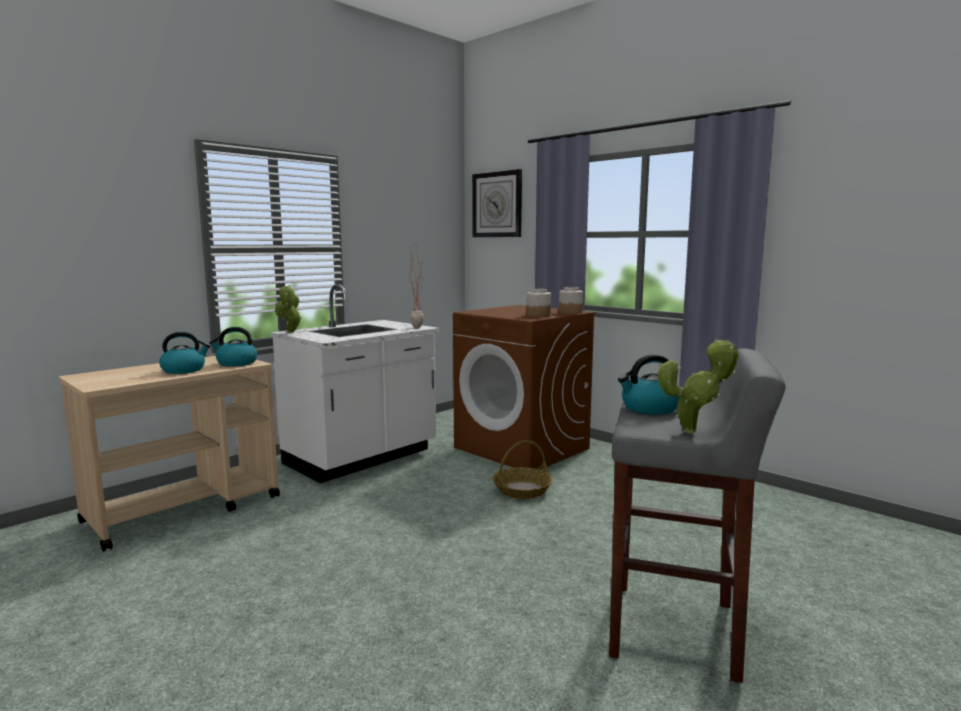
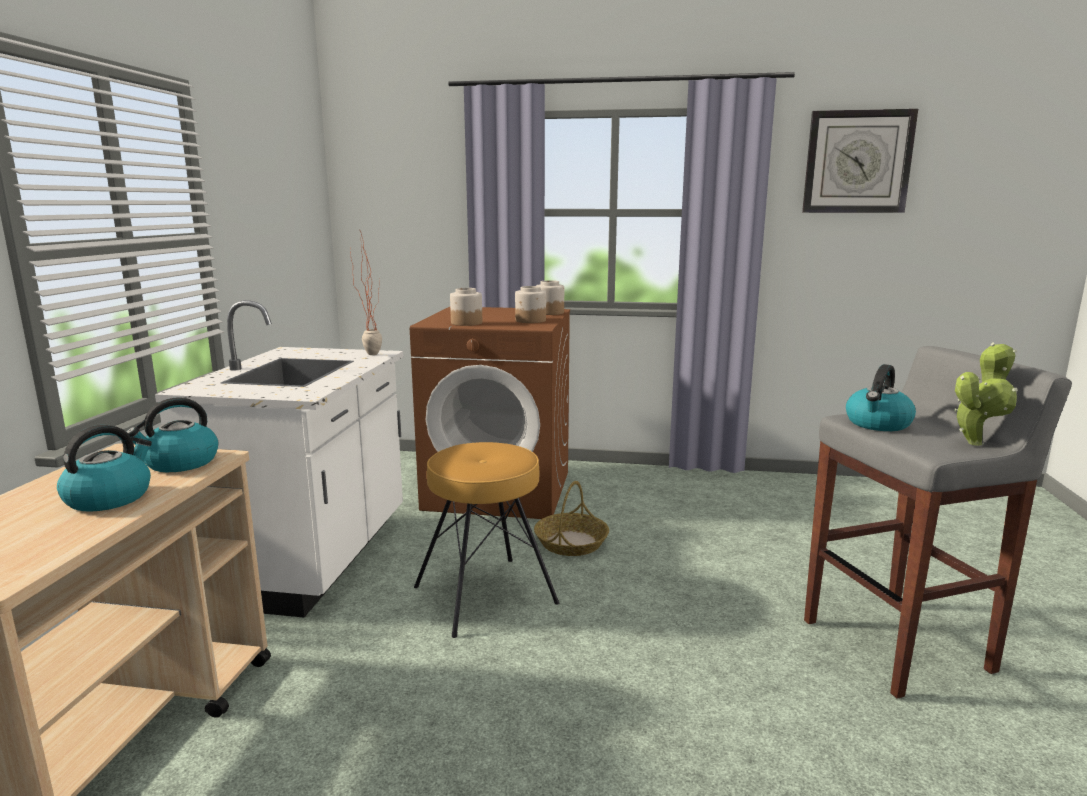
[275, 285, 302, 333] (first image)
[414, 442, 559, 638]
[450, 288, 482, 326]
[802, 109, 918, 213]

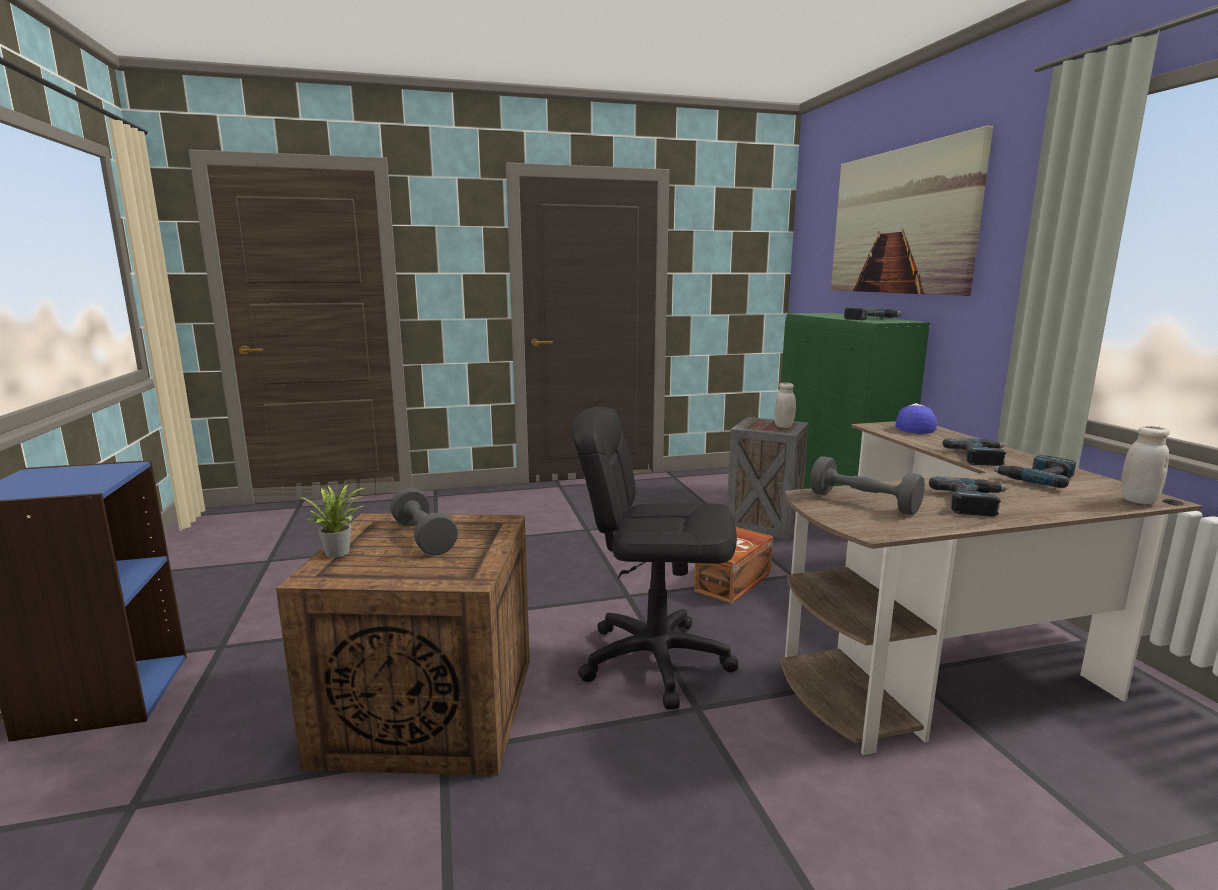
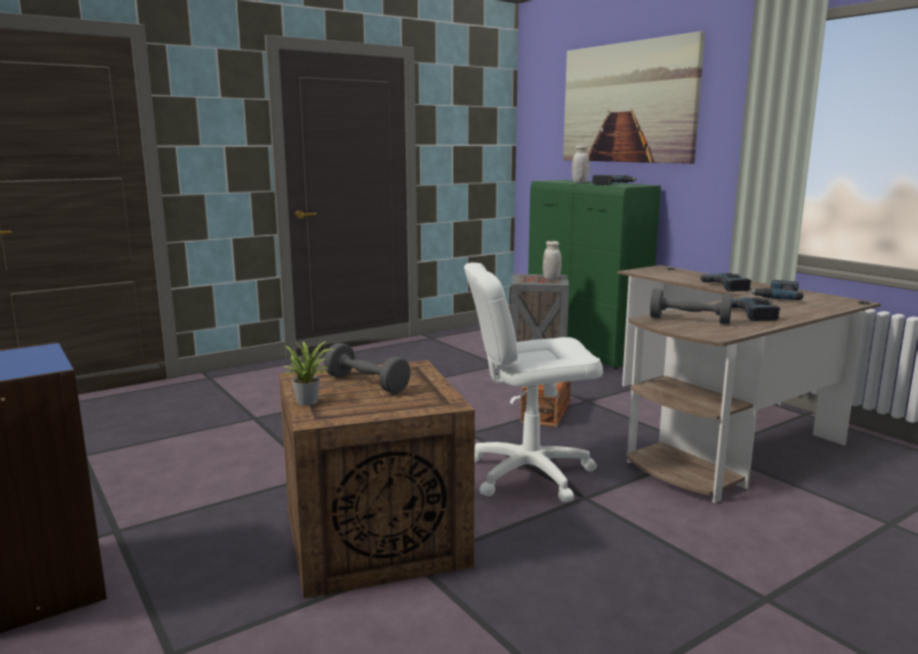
[896, 403, 937, 434] (first image)
[572, 145, 589, 183]
[464, 262, 603, 502]

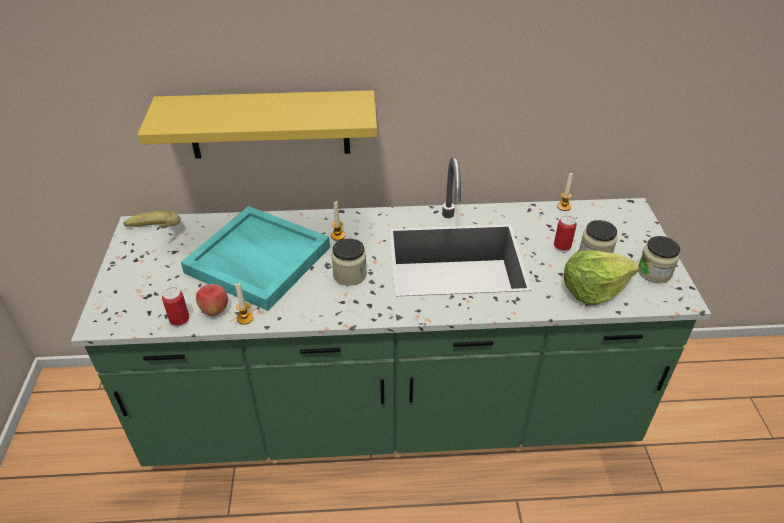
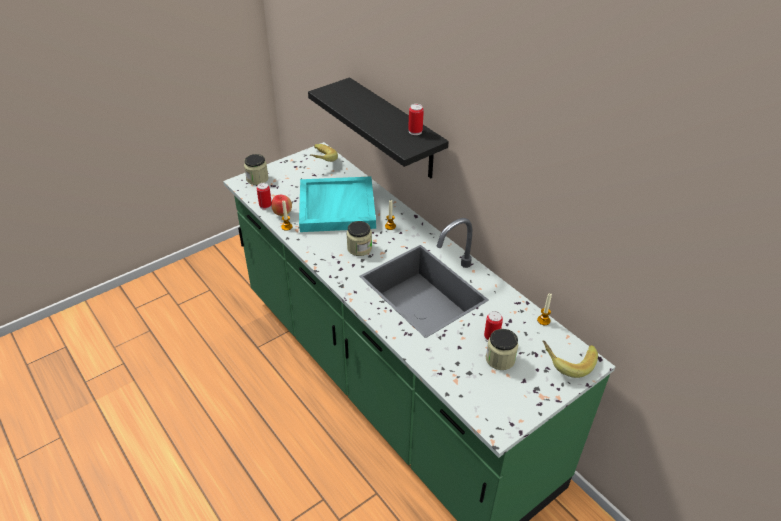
[564, 250, 639, 305] (first image)
[408, 104, 424, 135]
[542, 341, 598, 378]
[244, 154, 269, 185]
[308, 77, 449, 178]

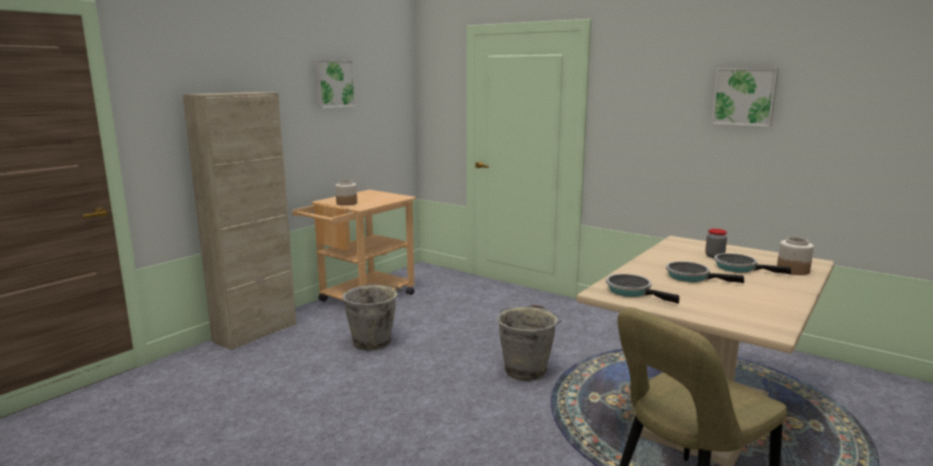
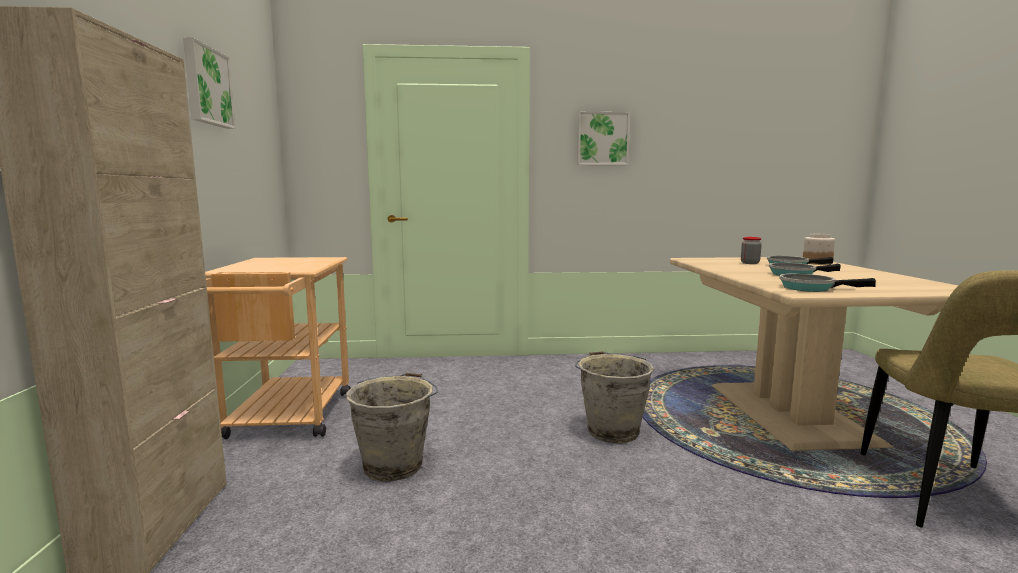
[335, 180, 357, 206] (first image)
[577, 112, 630, 165]

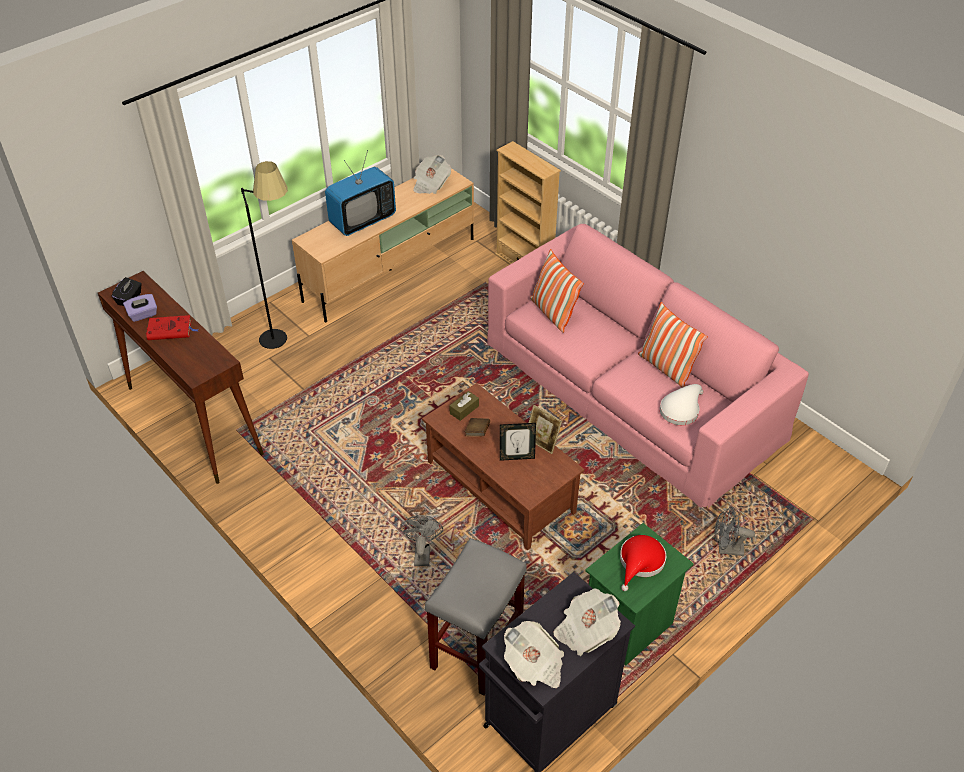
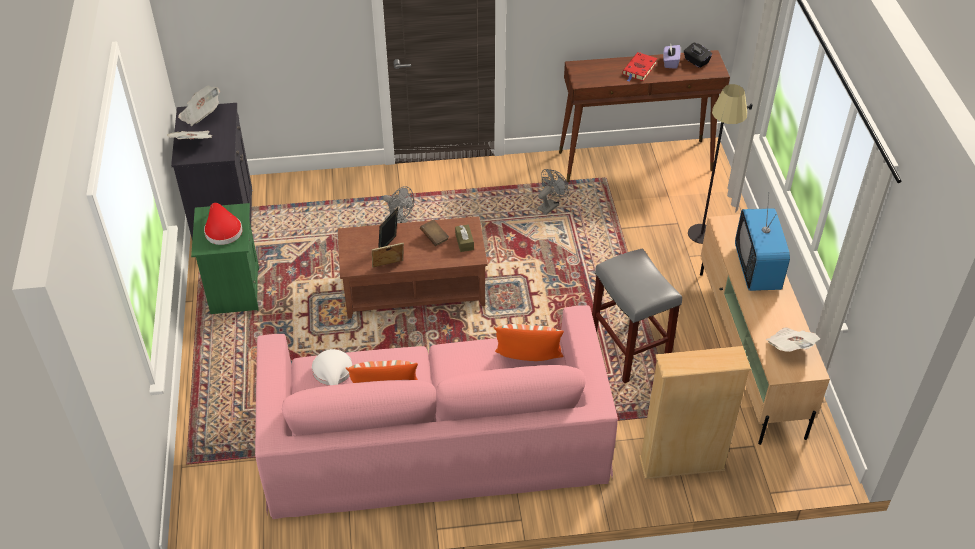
[592, 248, 682, 383]
[538, 169, 568, 215]

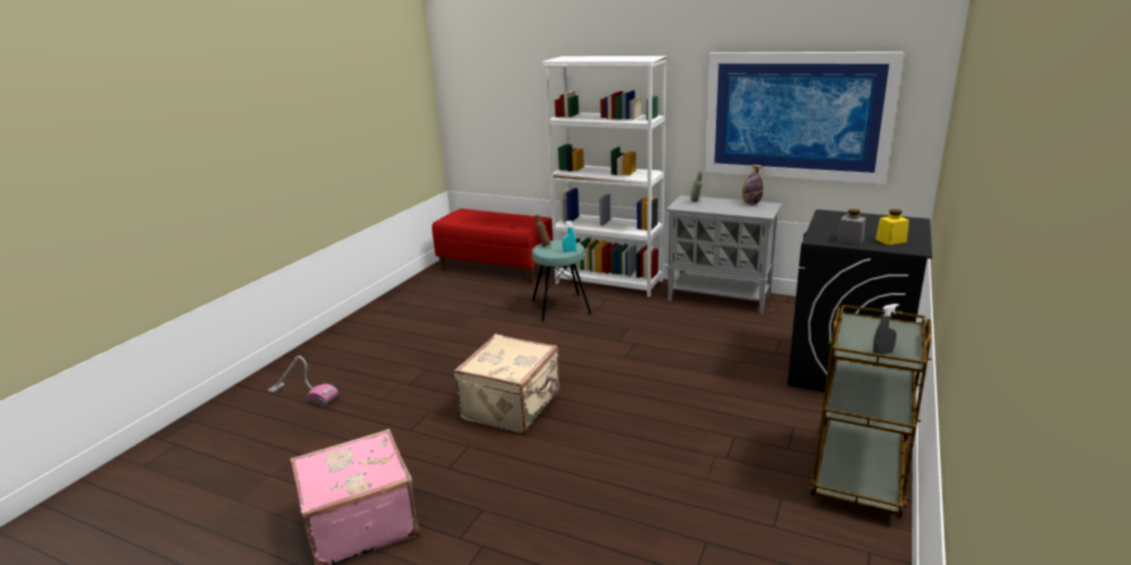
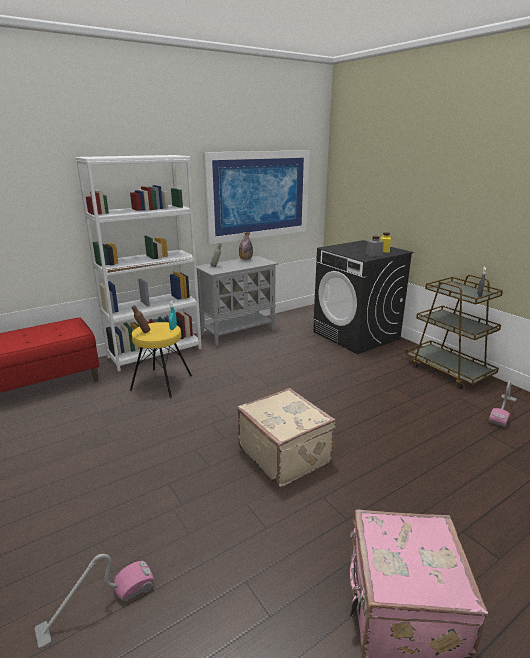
[489, 380, 517, 427]
[130, 322, 192, 398]

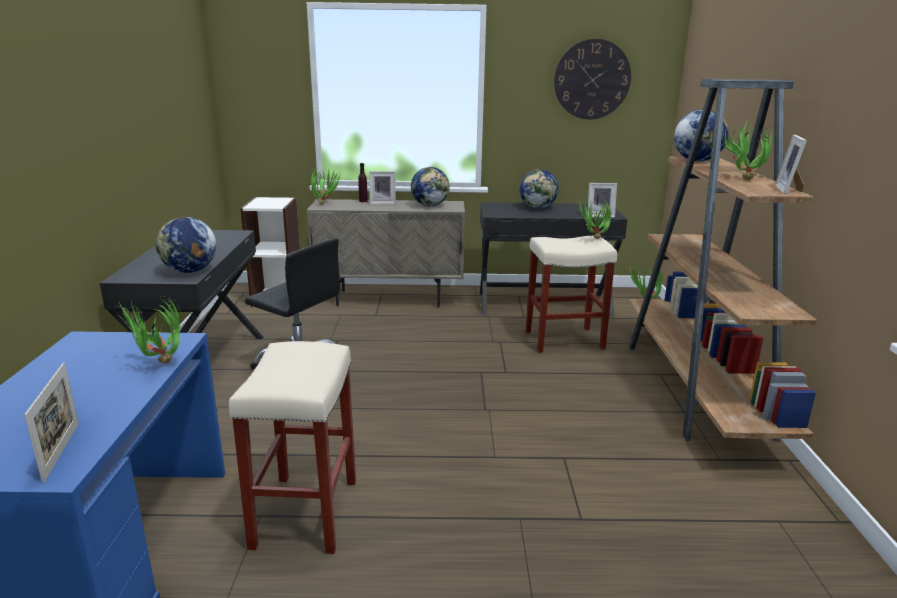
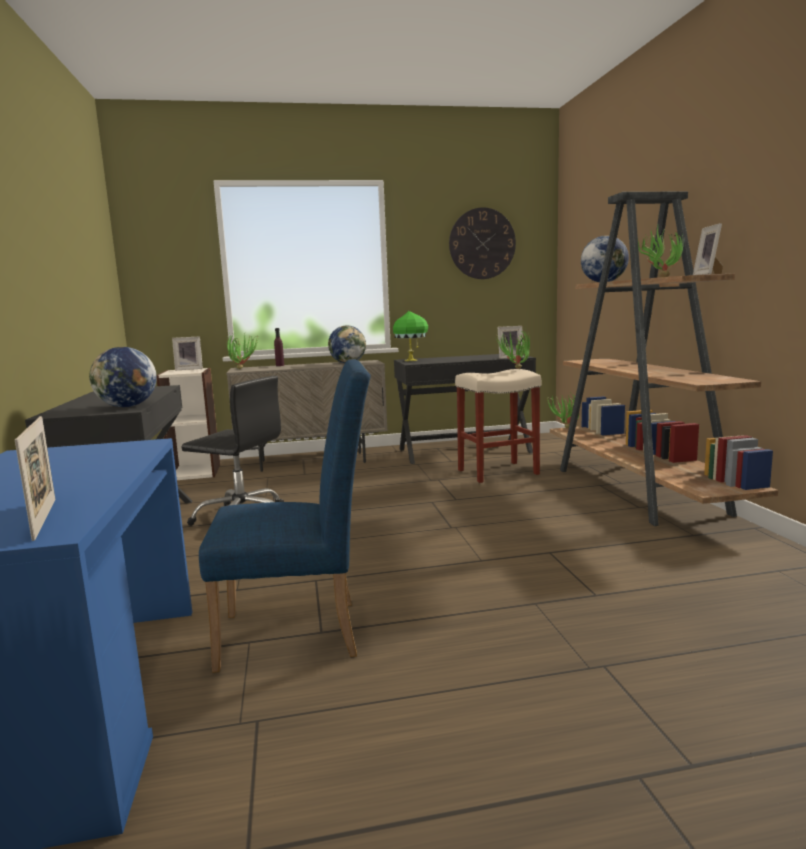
[115, 297, 181, 363] (first image)
[520, 169, 559, 209] (first image)
[393, 311, 428, 361]
[172, 336, 203, 370]
[199, 360, 371, 673]

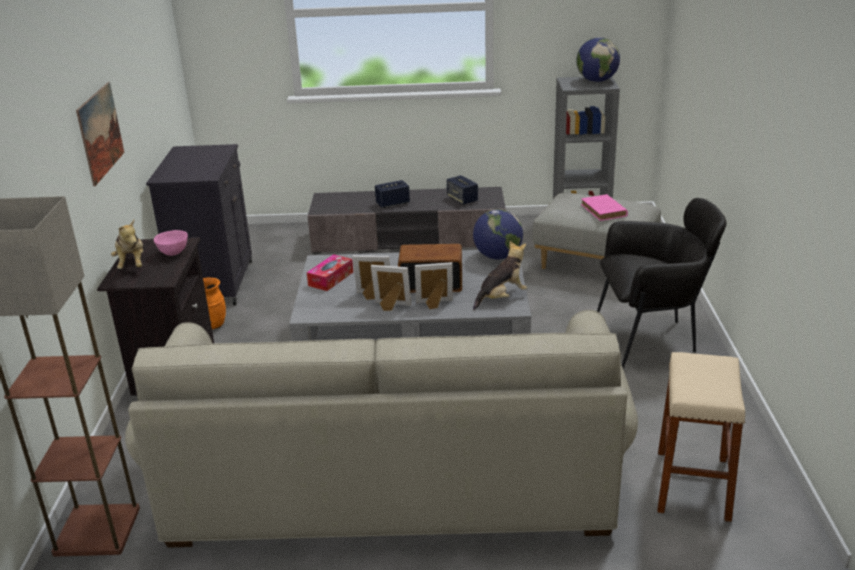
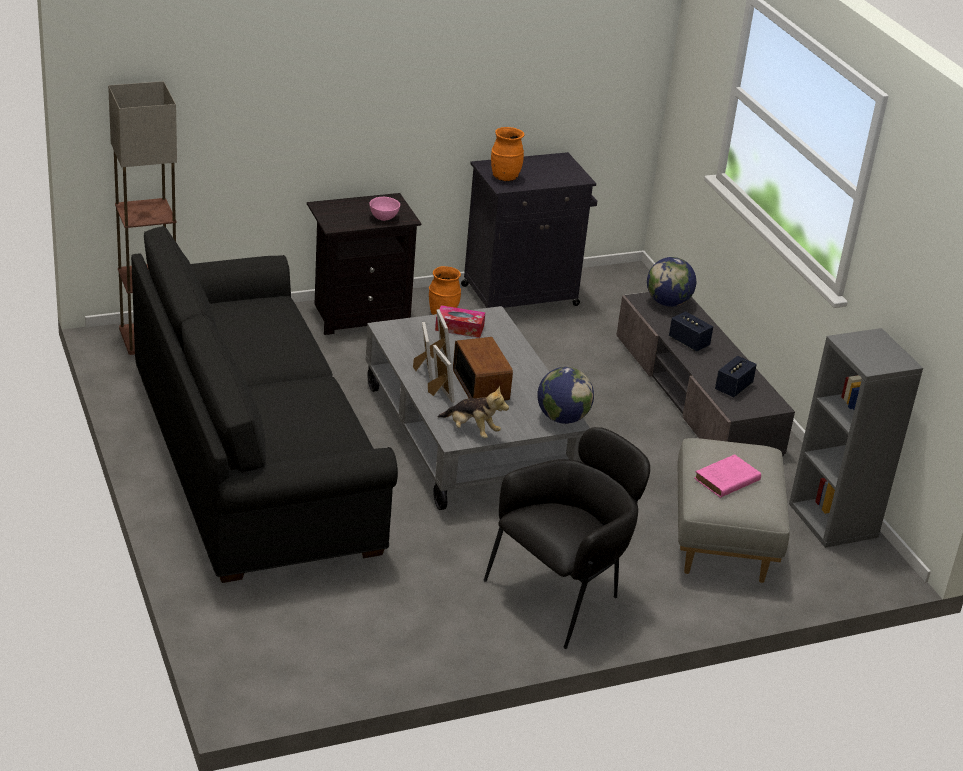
[76, 82, 124, 186] (first image)
[111, 220, 143, 269] (first image)
[657, 352, 745, 522] (first image)
[491, 127, 524, 181]
[647, 257, 696, 307]
[131, 226, 398, 583]
[483, 427, 650, 649]

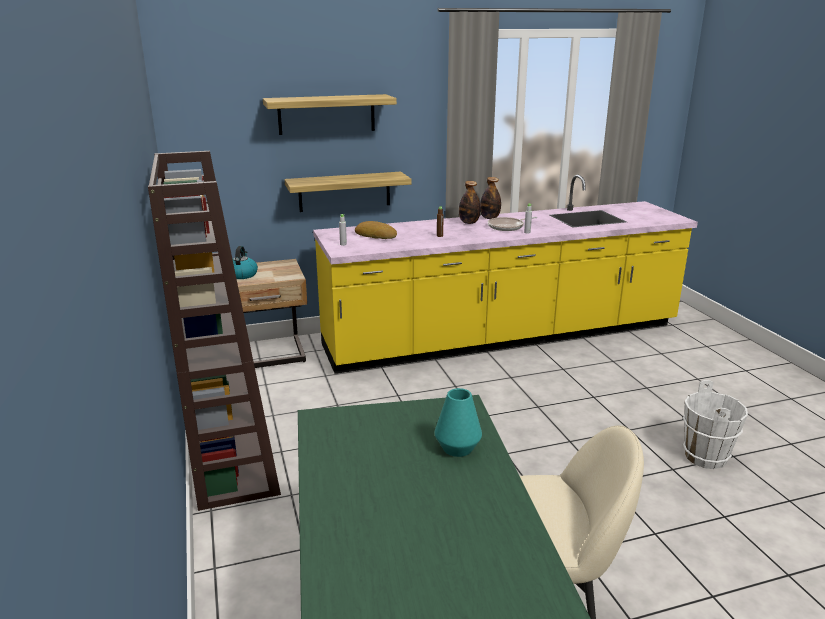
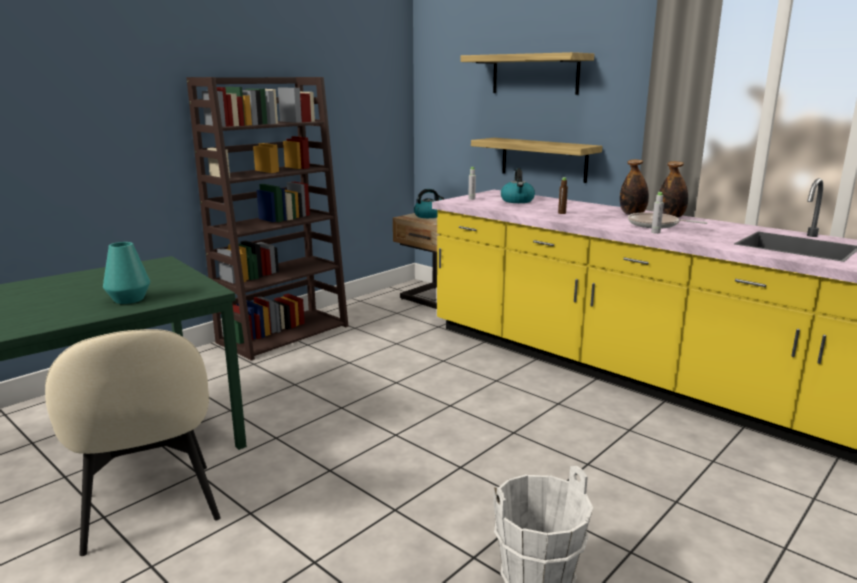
[501, 168, 535, 203]

